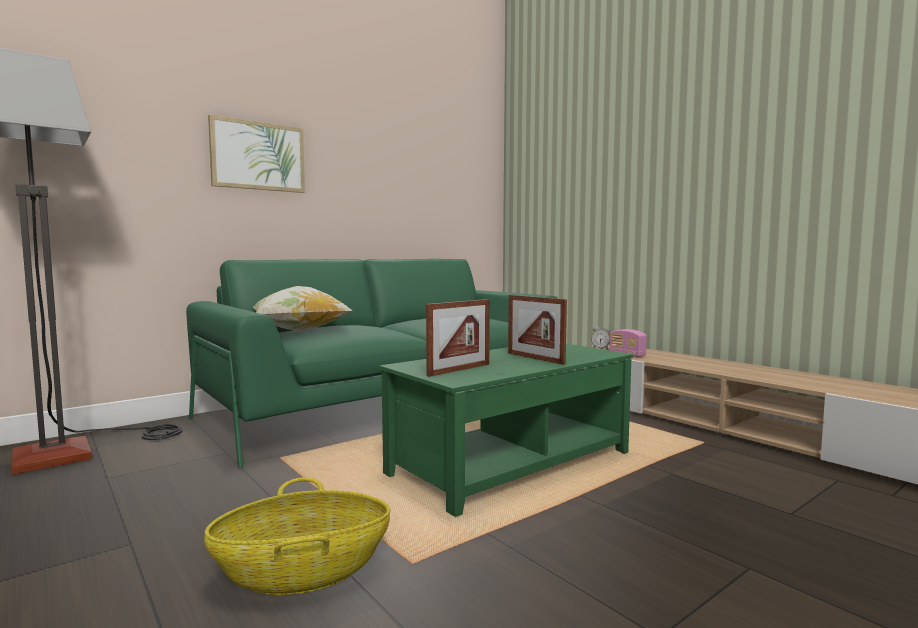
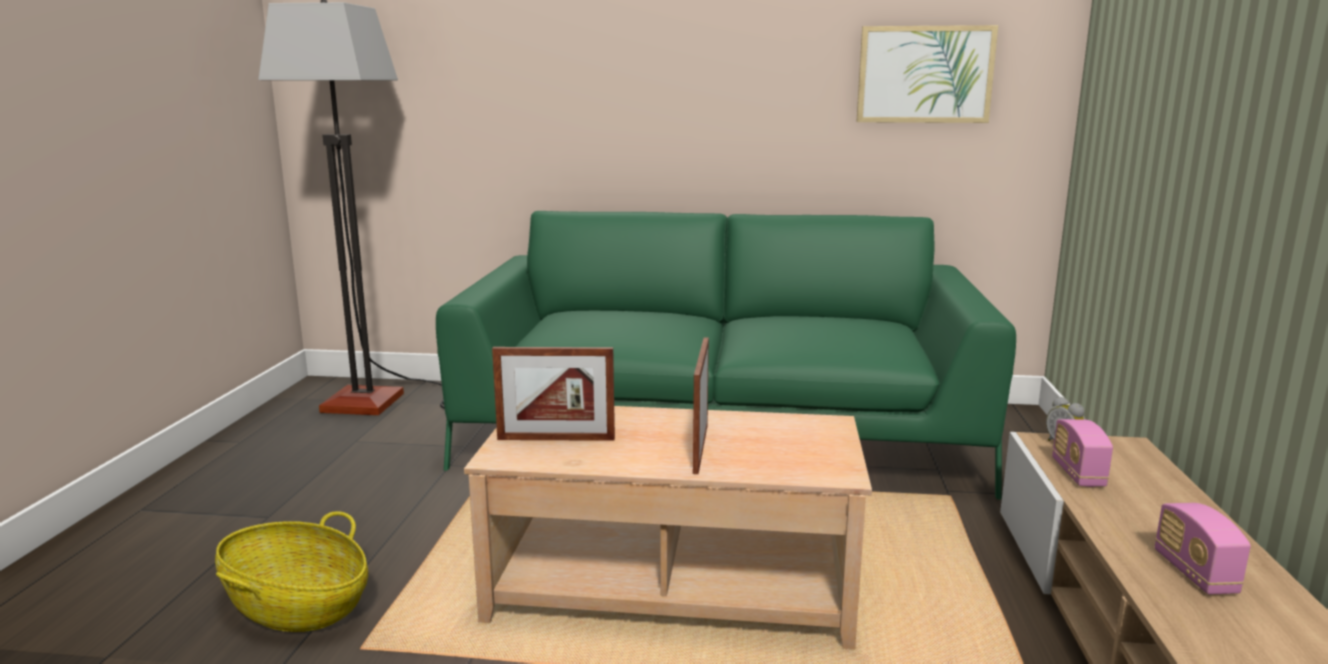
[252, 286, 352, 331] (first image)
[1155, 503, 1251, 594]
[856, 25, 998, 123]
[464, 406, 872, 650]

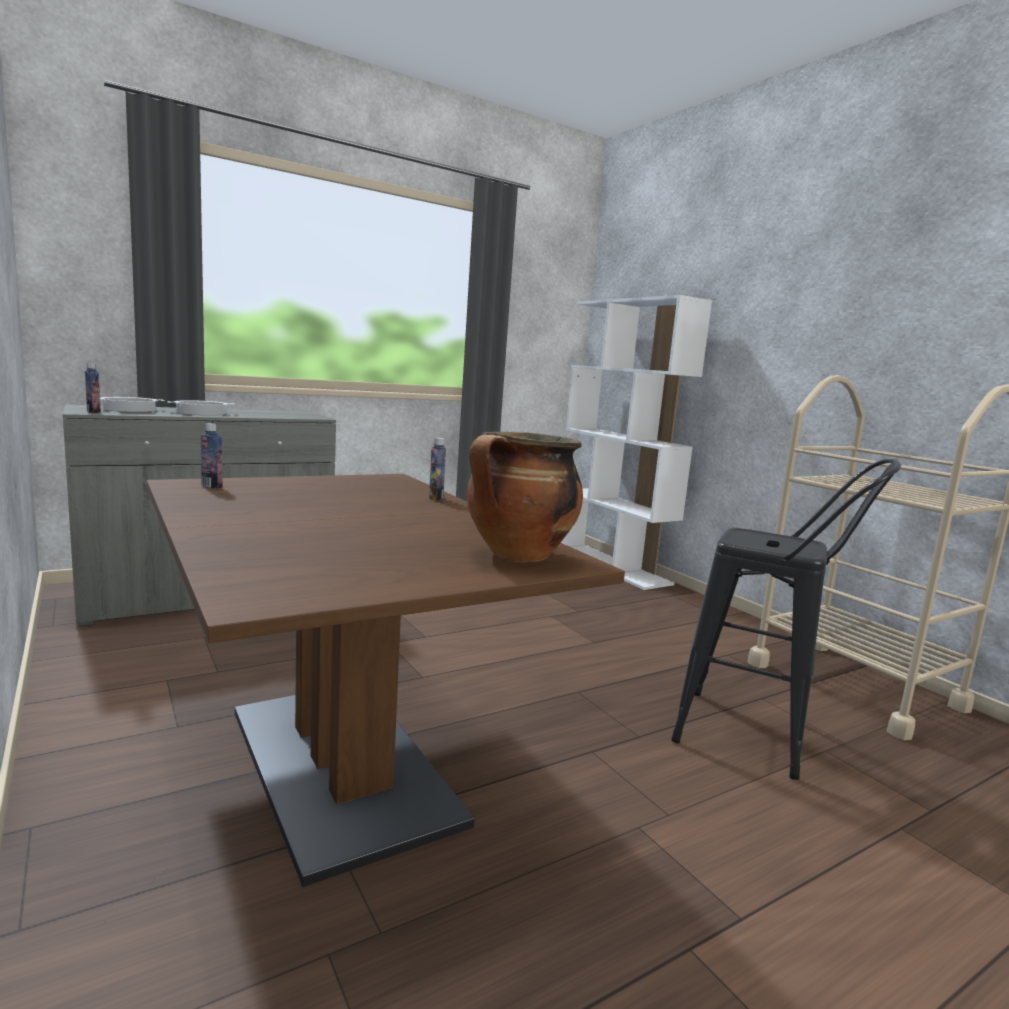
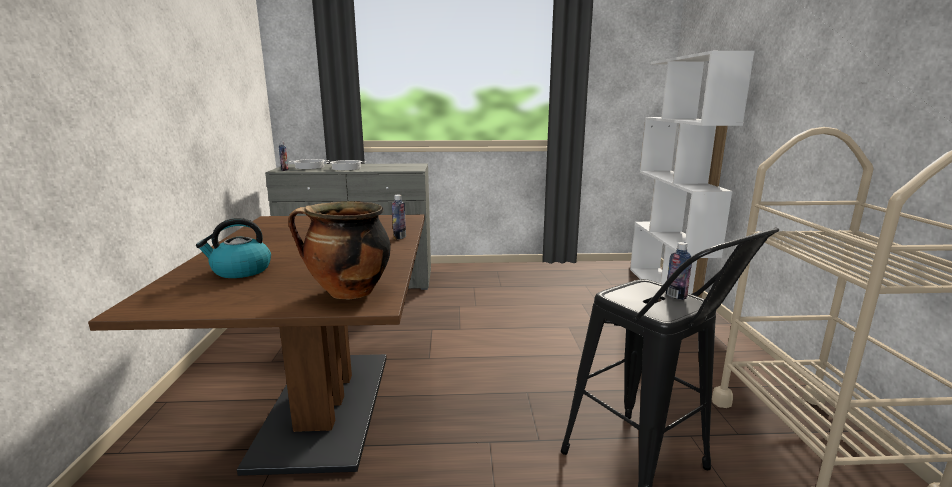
[196, 218, 271, 278]
[666, 242, 692, 300]

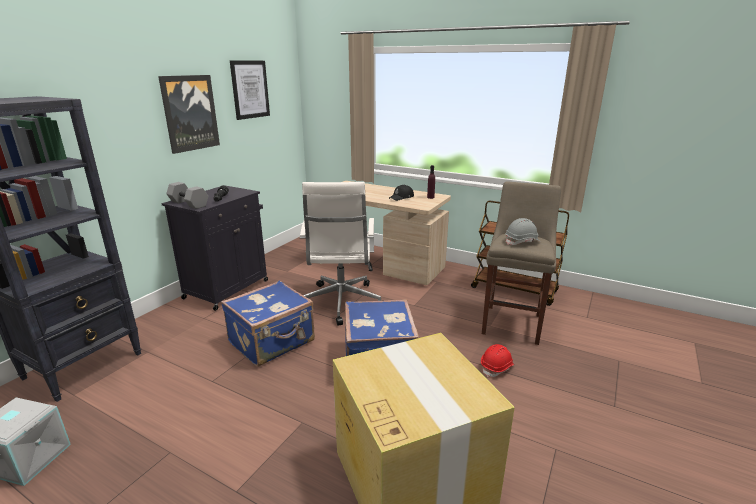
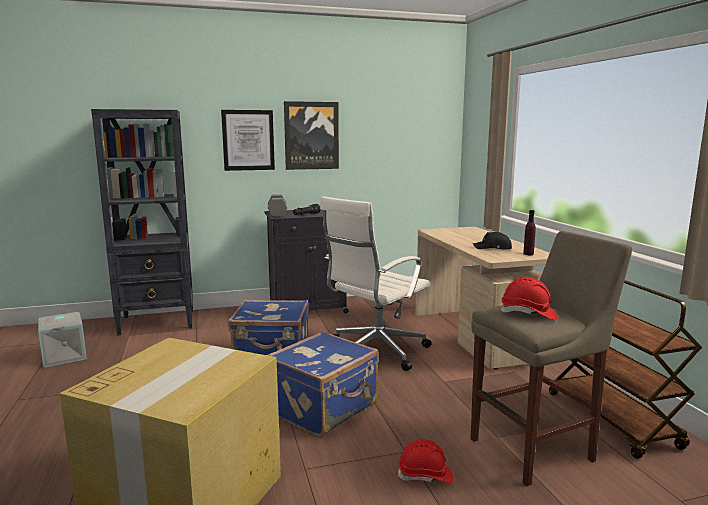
[221, 110, 275, 171]
[500, 277, 558, 320]

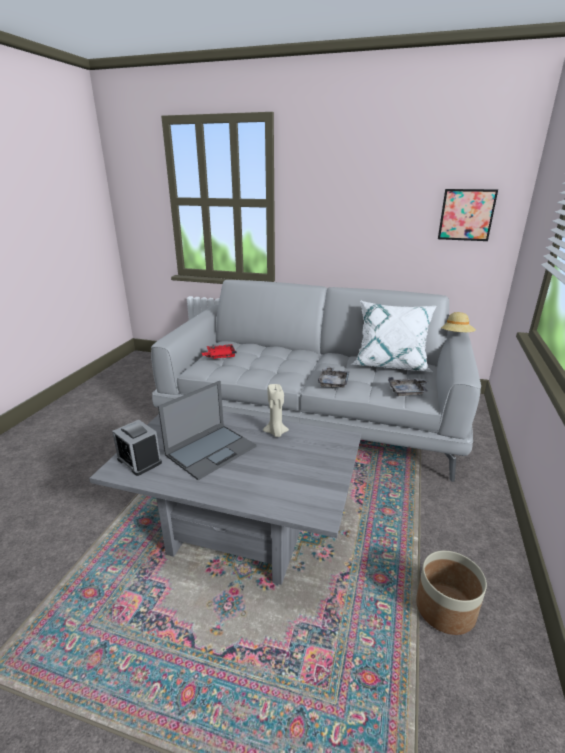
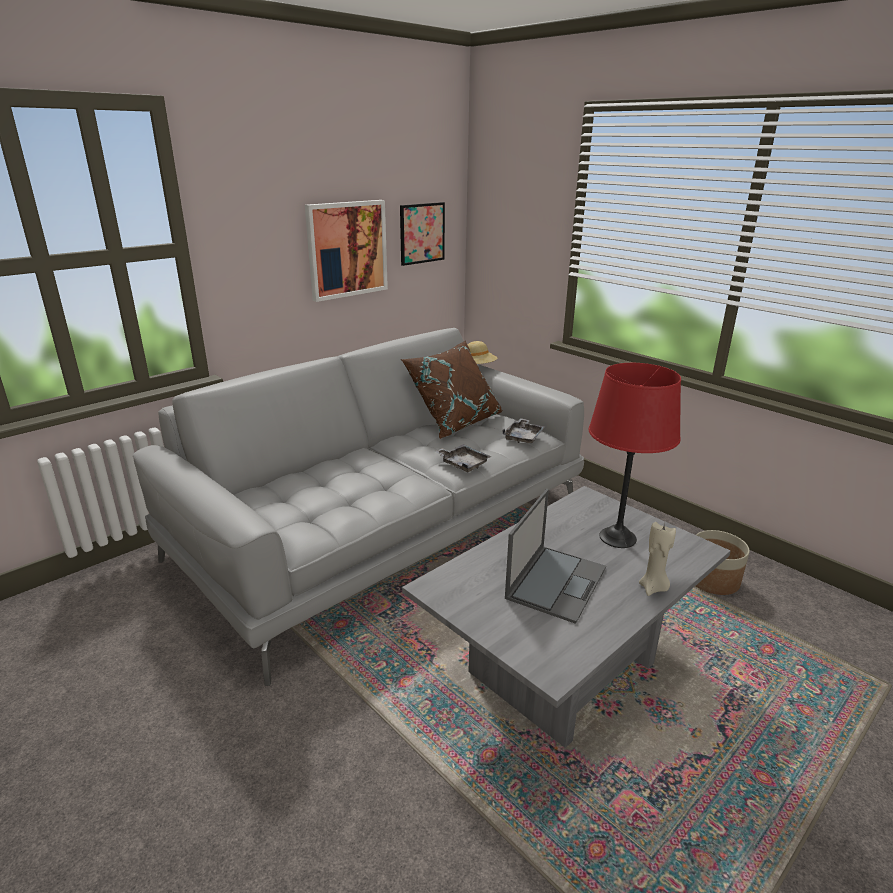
[112, 420, 162, 476] (first image)
[202, 344, 237, 359] (first image)
[305, 200, 388, 302]
[589, 363, 681, 548]
[639, 522, 676, 596]
[401, 341, 502, 439]
[505, 489, 606, 624]

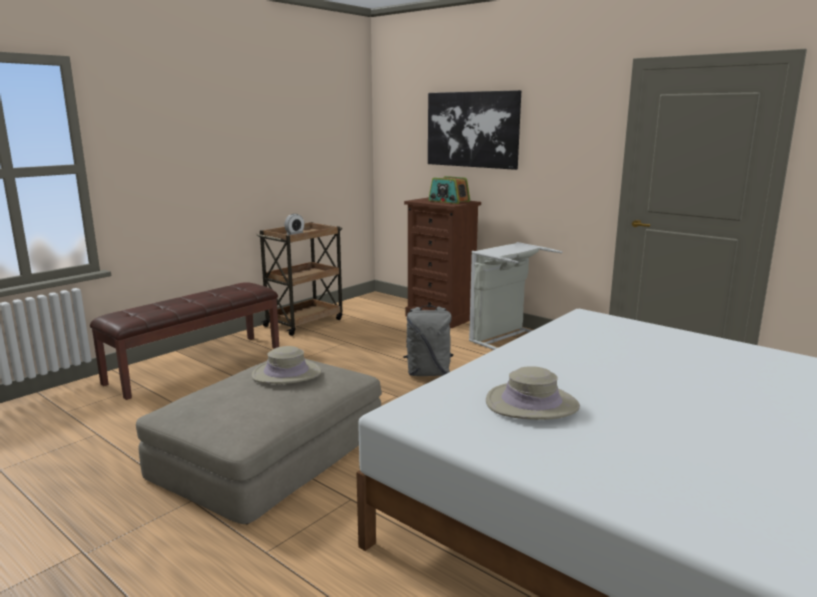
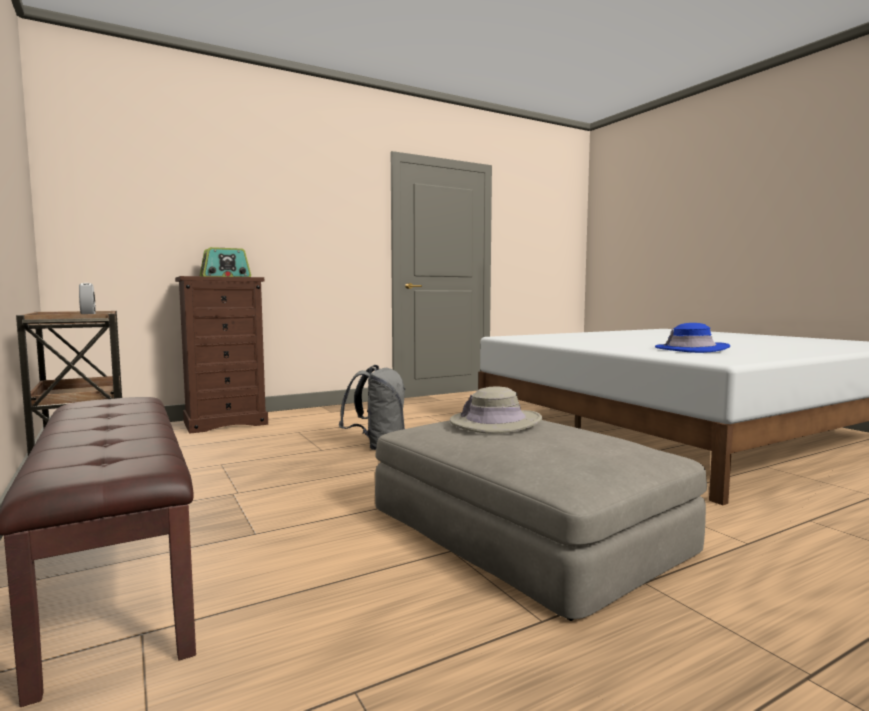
[428, 90, 521, 170] (first image)
[469, 242, 562, 350] (first image)
[655, 323, 730, 353]

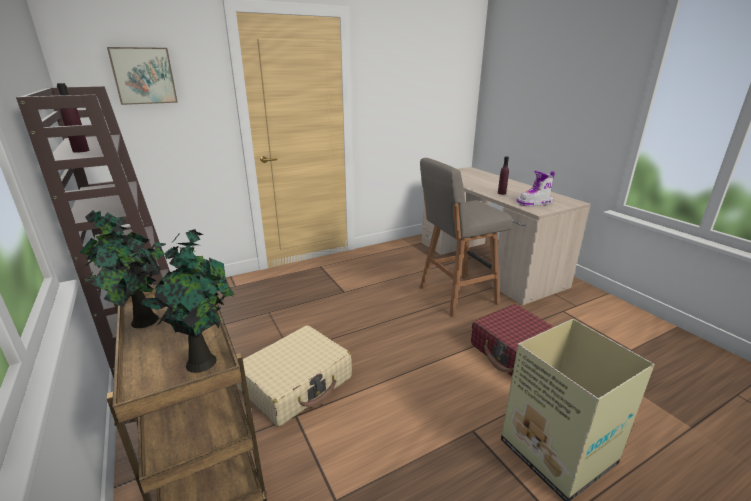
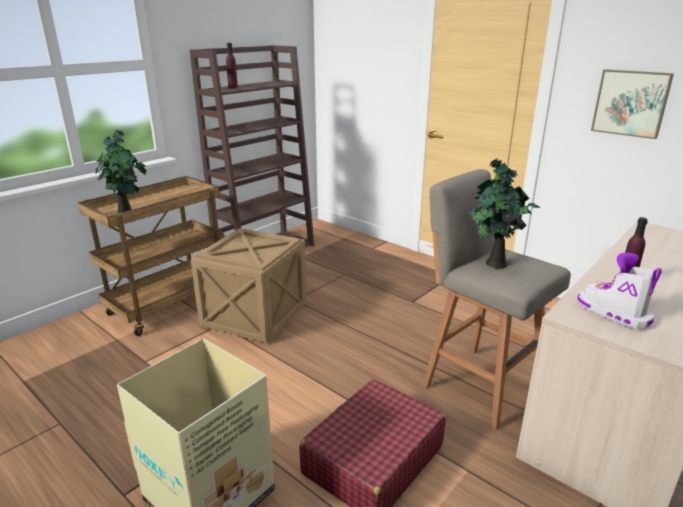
[469, 158, 540, 269]
[591, 69, 674, 139]
[190, 228, 307, 343]

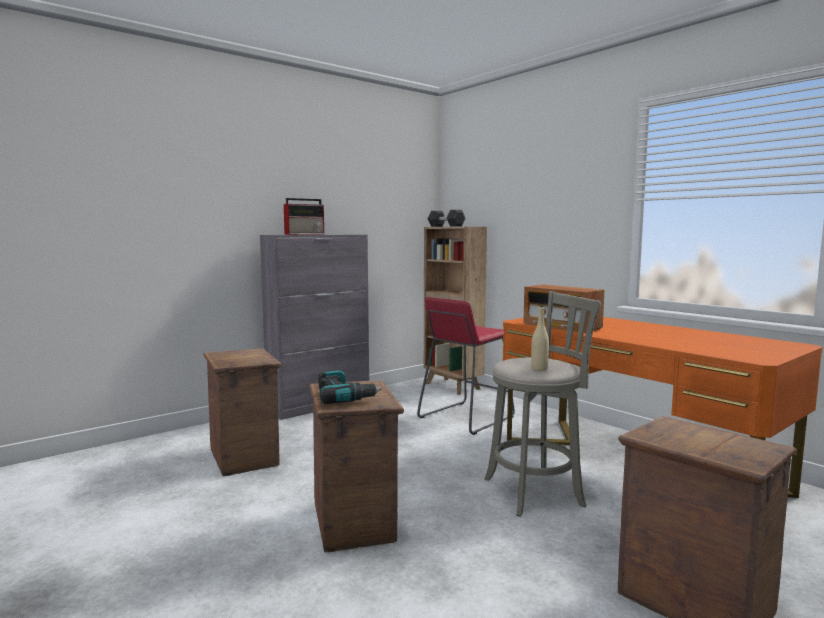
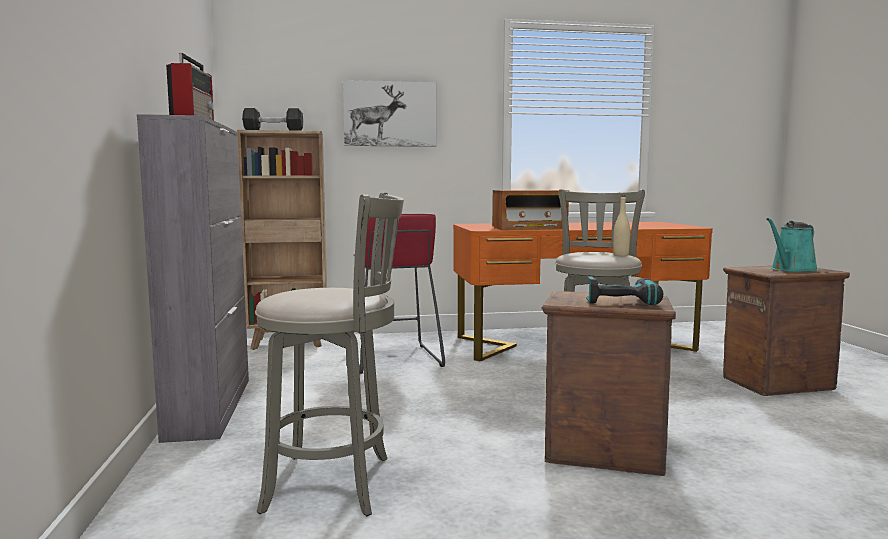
[343, 80, 437, 147]
[766, 218, 818, 272]
[255, 193, 404, 516]

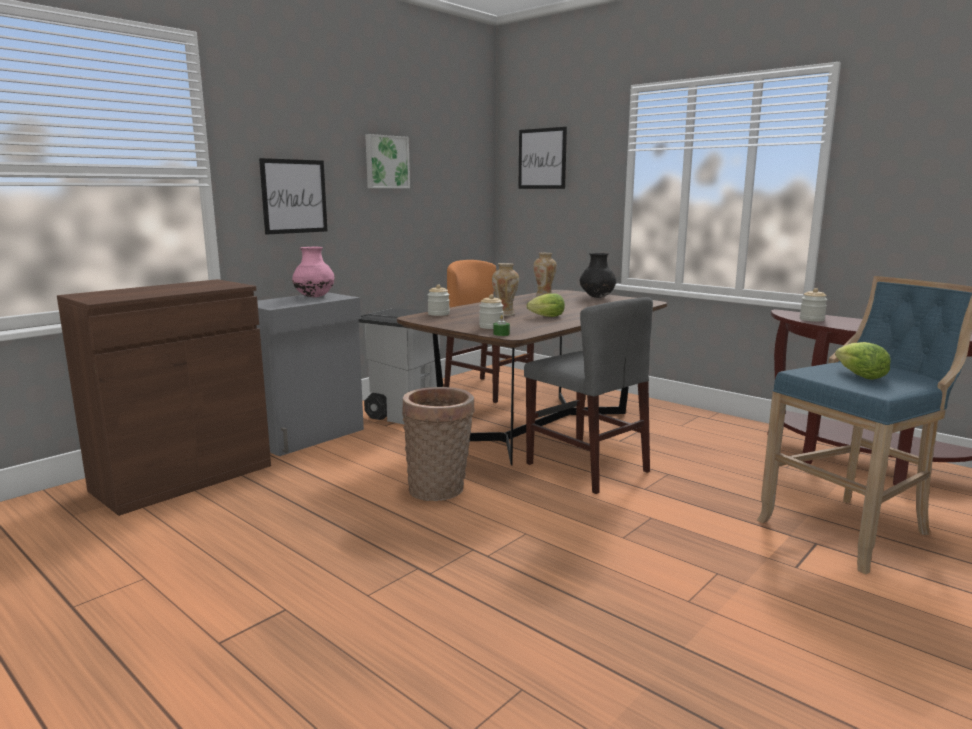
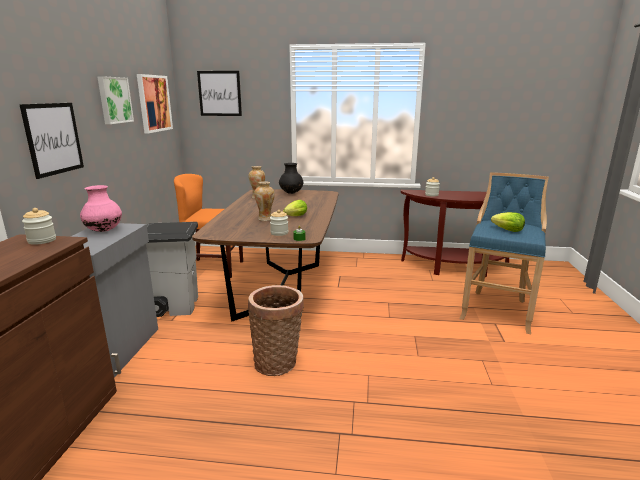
[524, 297, 653, 494] (first image)
[137, 74, 173, 133]
[22, 208, 56, 245]

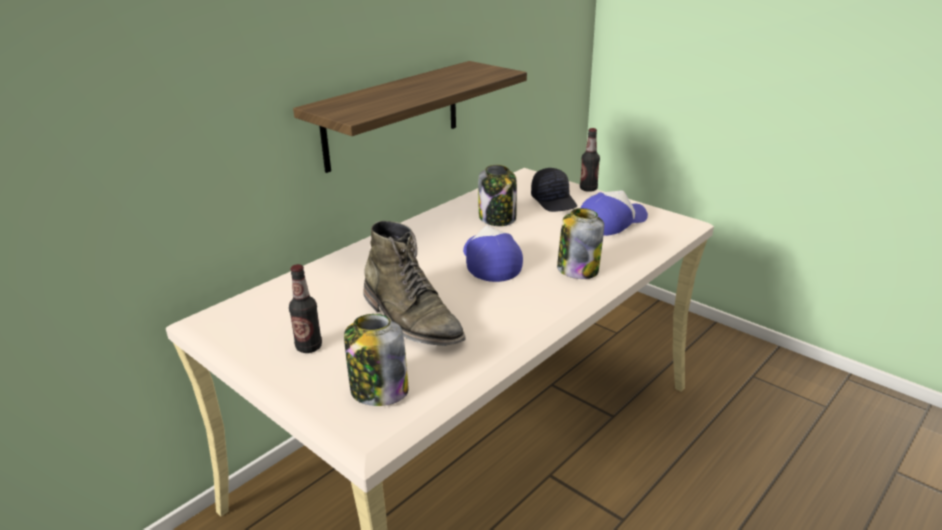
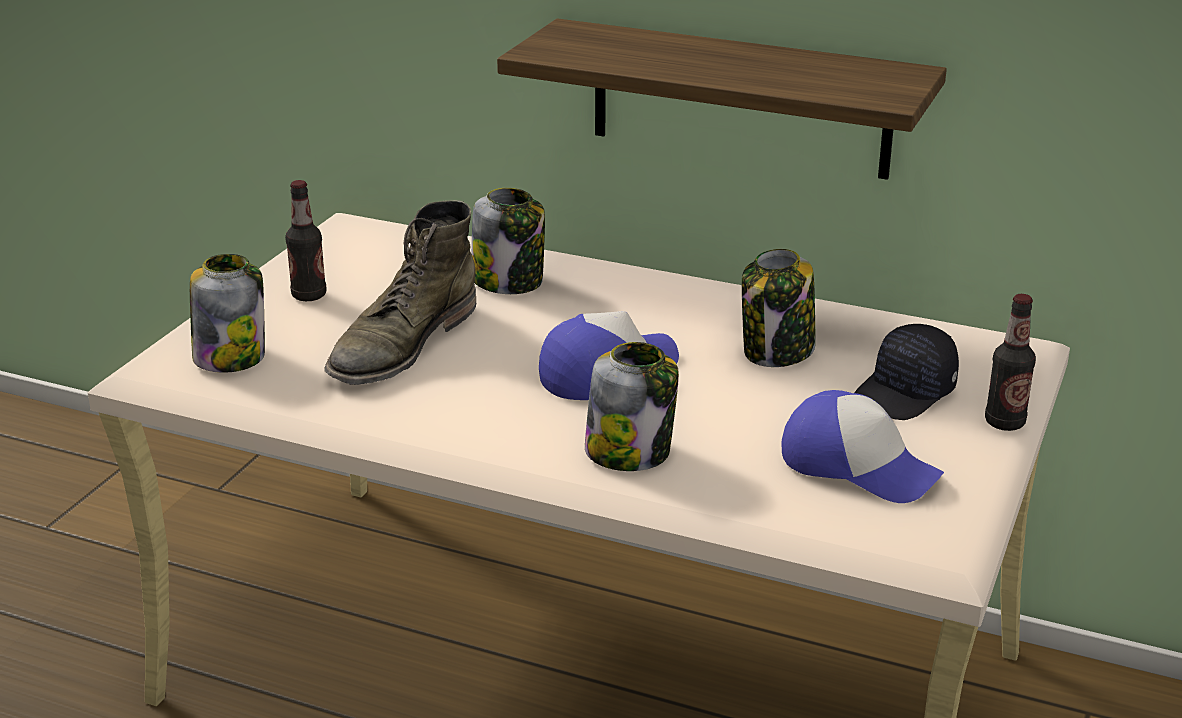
[472, 188, 545, 294]

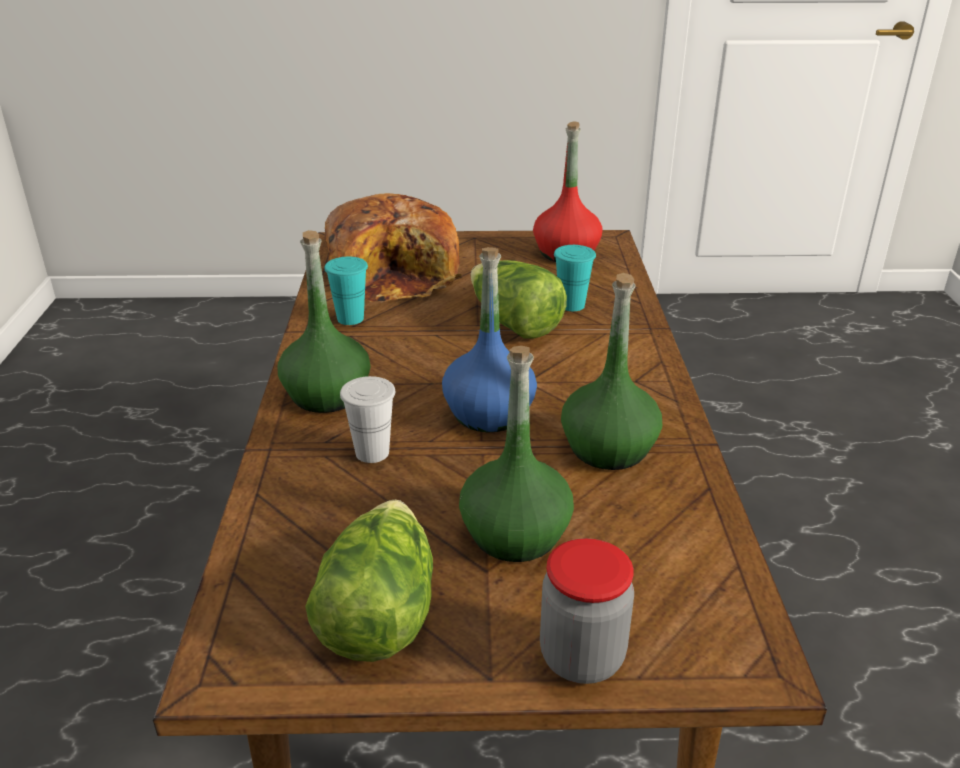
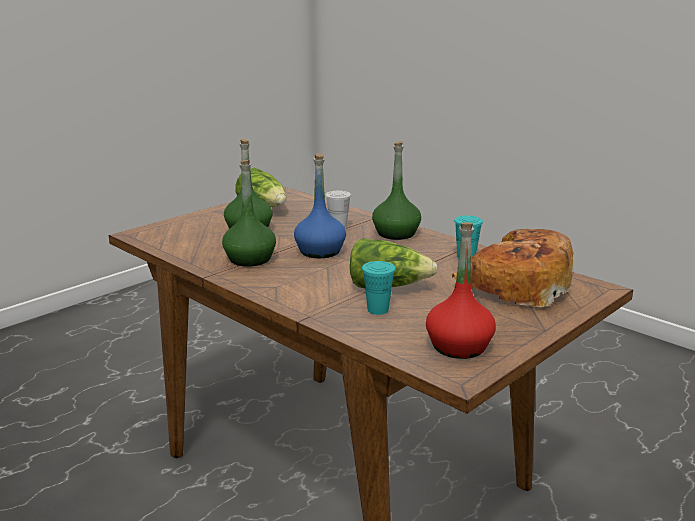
[540, 538, 634, 684] (first image)

